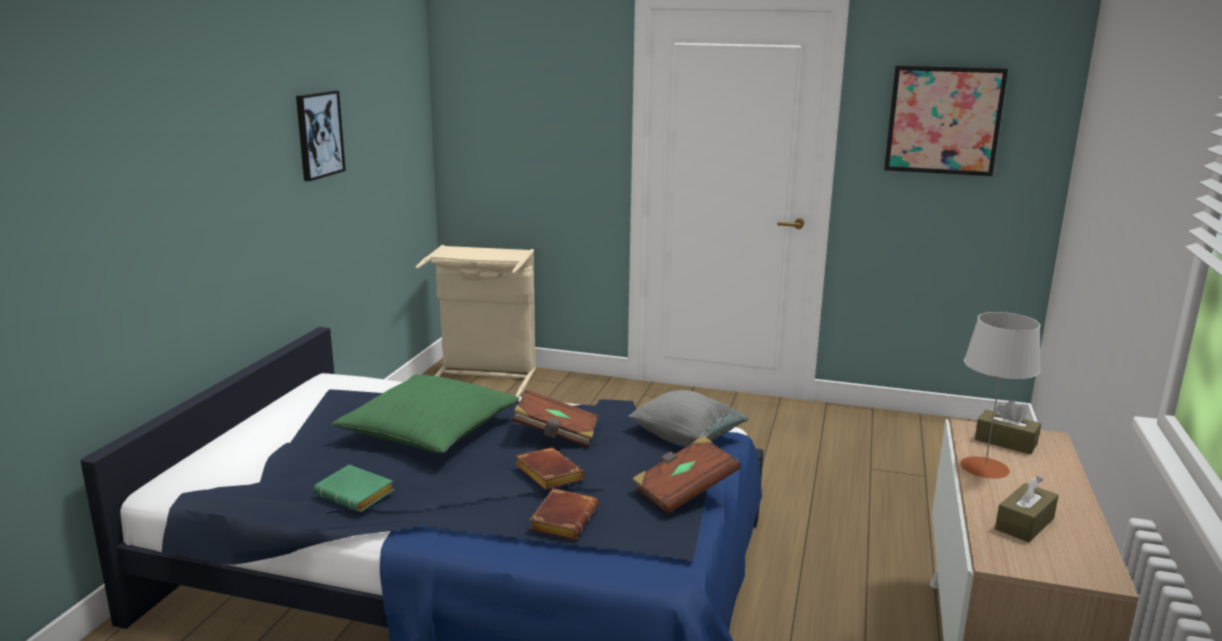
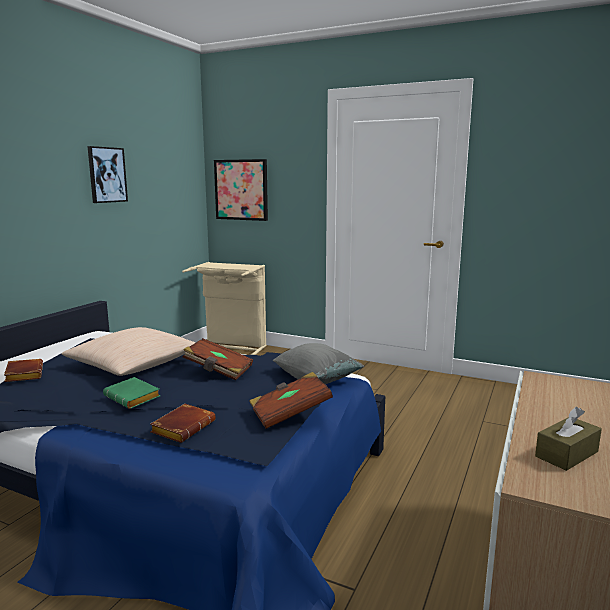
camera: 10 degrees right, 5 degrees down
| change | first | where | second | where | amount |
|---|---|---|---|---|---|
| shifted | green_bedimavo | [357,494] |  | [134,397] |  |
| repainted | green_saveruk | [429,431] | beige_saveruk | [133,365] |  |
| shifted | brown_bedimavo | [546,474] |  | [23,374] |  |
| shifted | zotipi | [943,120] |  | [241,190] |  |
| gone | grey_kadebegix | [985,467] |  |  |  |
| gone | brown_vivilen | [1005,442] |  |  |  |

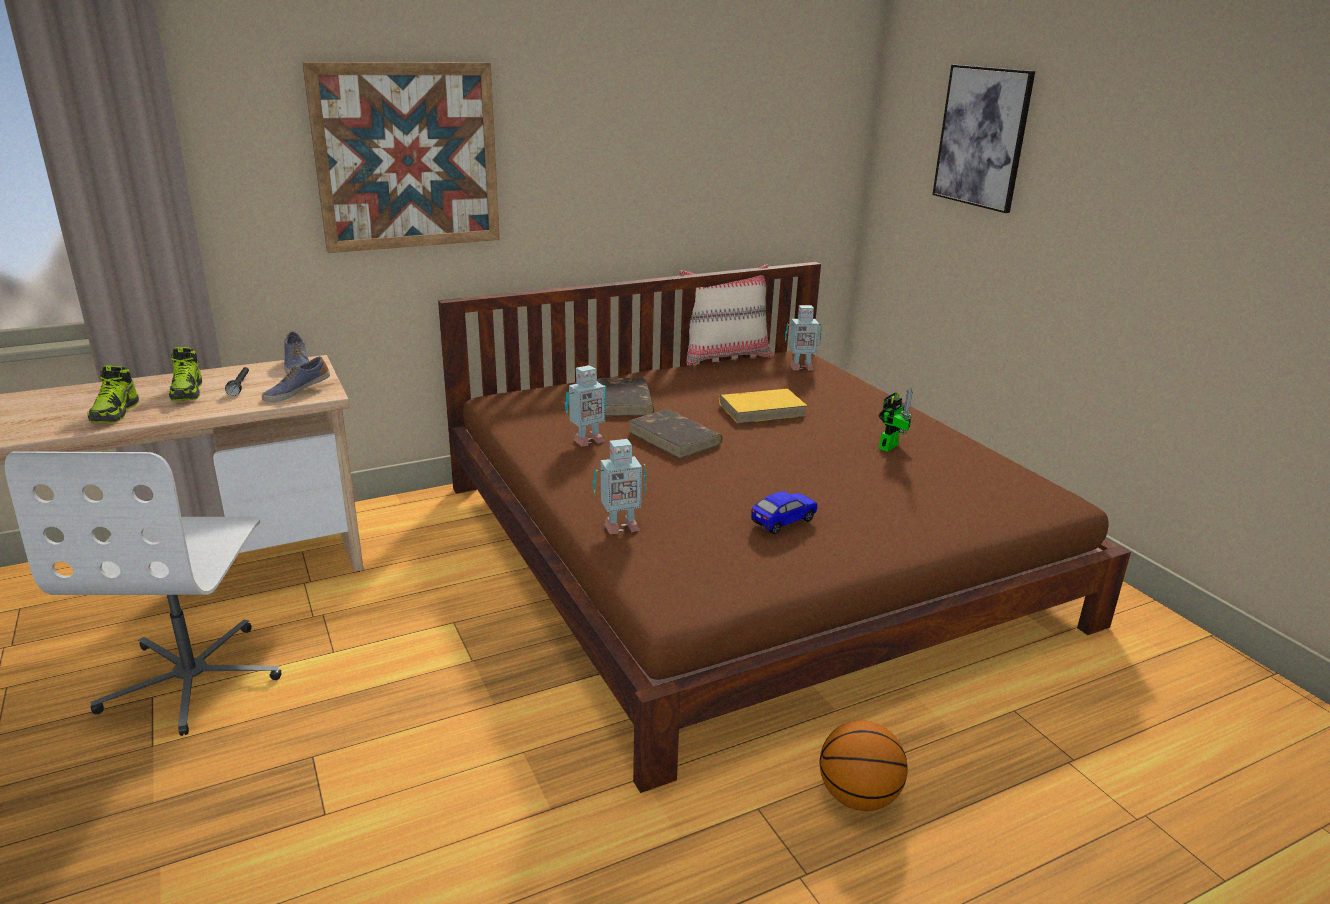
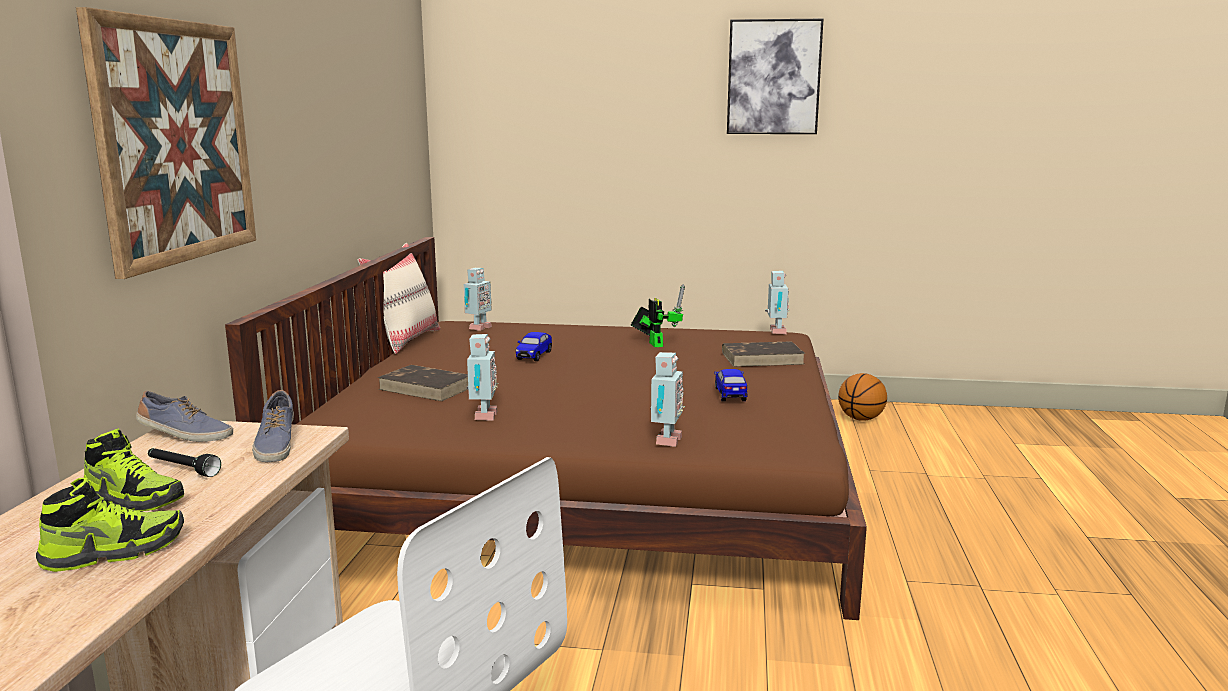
camera: 55 degrees left, 10 degrees down
| change | first | where | second | where | amount |
|---|---|---|---|---|---|
| rotated | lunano | [115,413] |  | [114,552] | 60 degrees counterclockwise |
| shifted | brown_bedimavo | [675,438] |  | [763,358] |  |
| swapped | yellow_bedimavo | [762,410] | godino | [534,356] |  |
| shifted | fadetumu | [858,797] |  | [861,419] |  |
| shifted | zotipi | [982,137] |  | [773,77] |  |
| new |  |  | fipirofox | [776,332] |  |

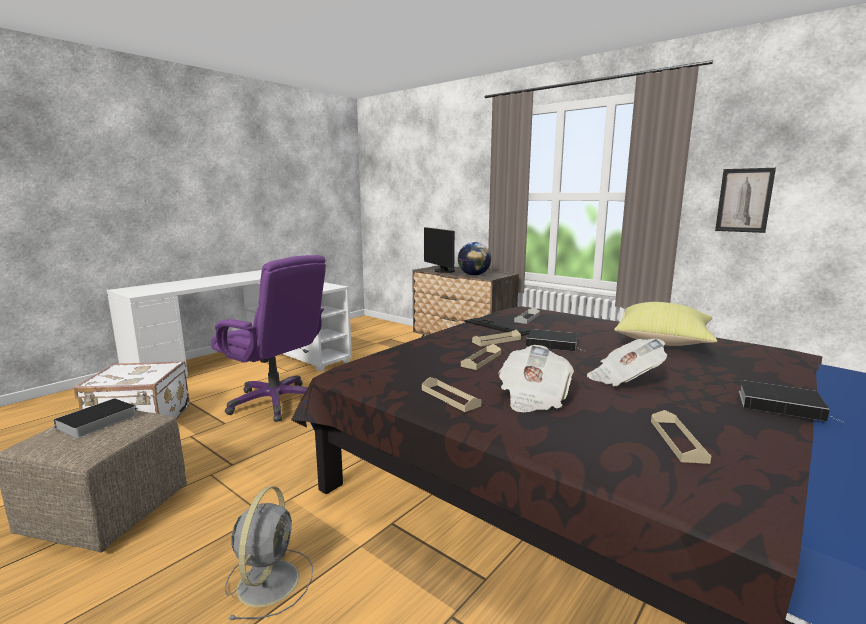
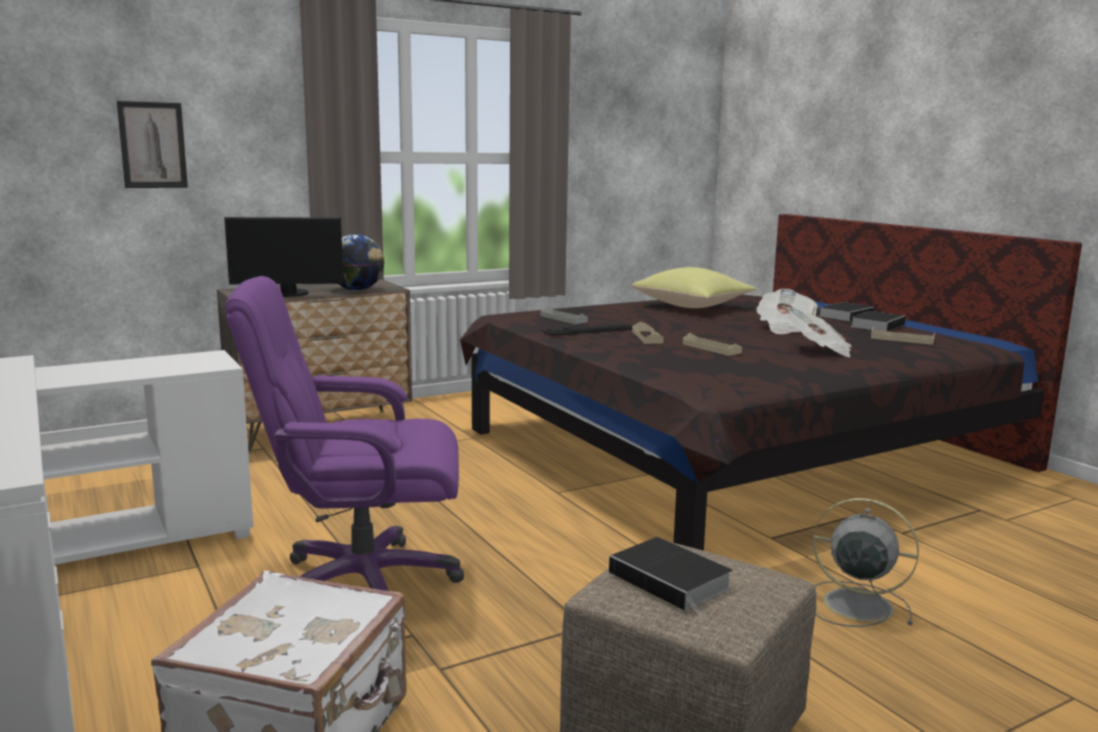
camera: 70 degrees left, 0 degrees up
| change | first | where | second | where | amount |
|---|---|---|---|---|---|
| rotated | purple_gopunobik | [276,402] |  | [362,583] | 150 degrees counterclockwise |
| gone | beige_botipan | [450,397] |  |  |  |
| shifted | bedimavo | [553,344] |  | [877,325] |  |
| shifted | zotipi | [744,200] |  | [152,145] |  |

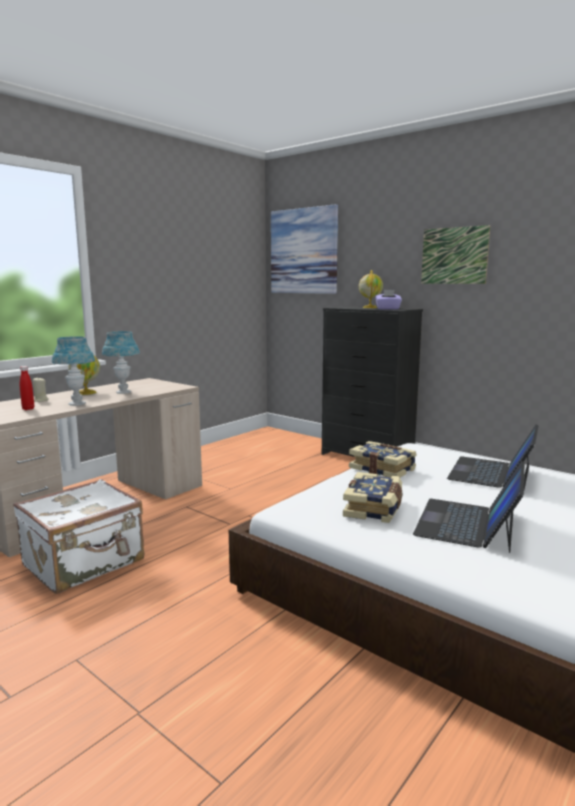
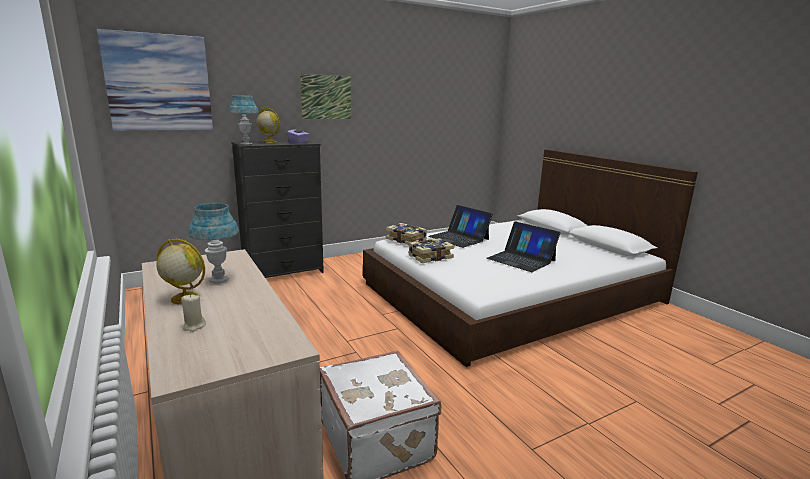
camera: 70 degrees left, 5 degrees up
| change | first | where | second | where | amount |
|---|---|---|---|---|---|
| gone | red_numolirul | [28,409] |  |  |  |
| shifted | blue_kadebegix | [77,404] |  | [246,144] |  |
| shifted | bedimavo | [374,508] |  | [406,240] |  |

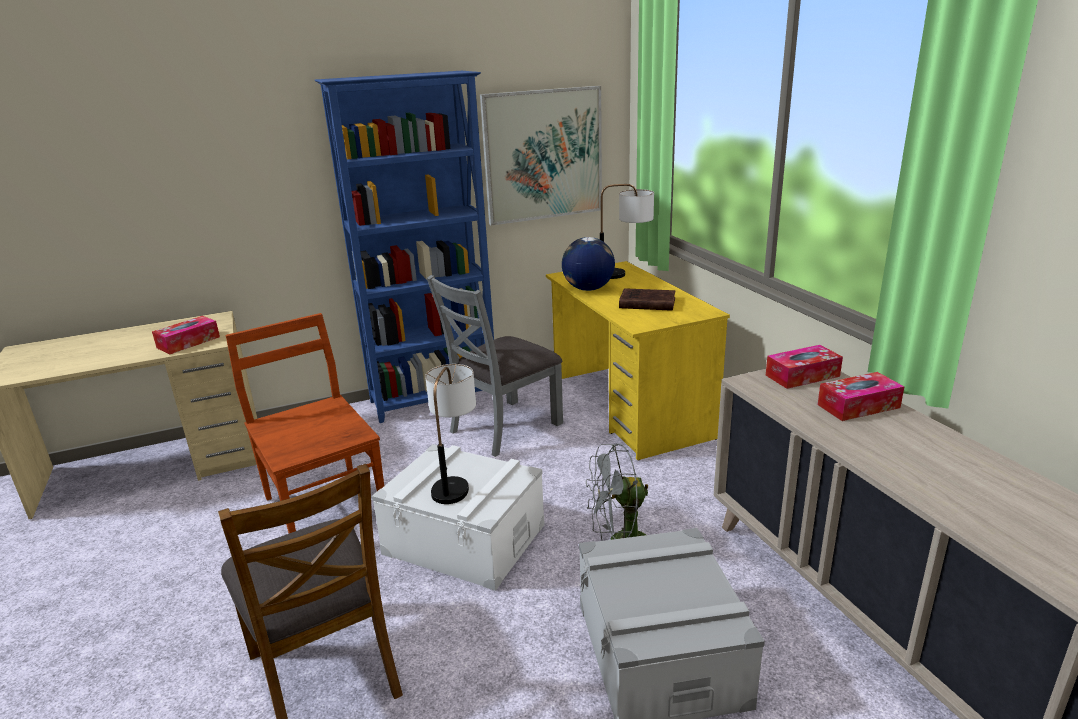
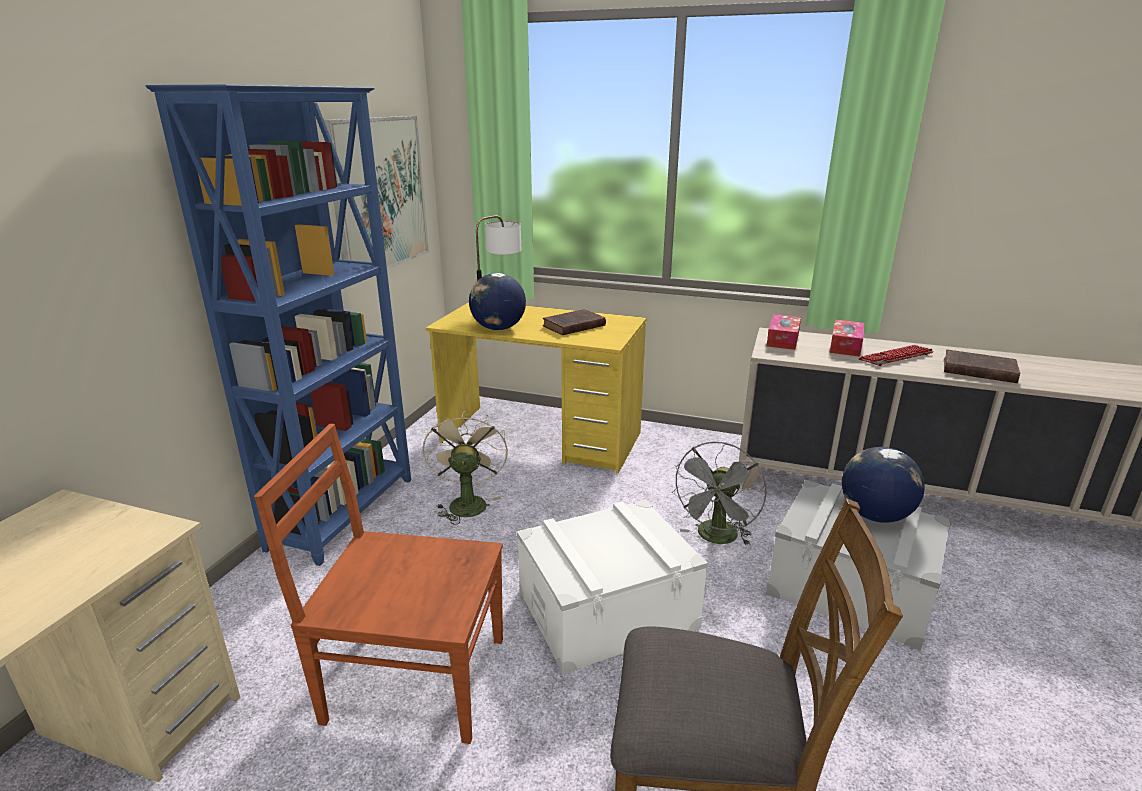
camera: 50 degrees left, 0 degrees up
| change | first | where | second | where | amount |
|---|---|---|---|---|---|
| gone | vivilen | [188,342] |  |  |  |
| gone | kadebegix | [455,480] |  |  |  |
| swapped | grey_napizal | [504,427] | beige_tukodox | [467,502] |  |
| new |  |  | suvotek | [874,515] |  |
| new |  |  | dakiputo | [895,357] |  |
| new |  |  | brown_bedimavo | [976,370] |  |

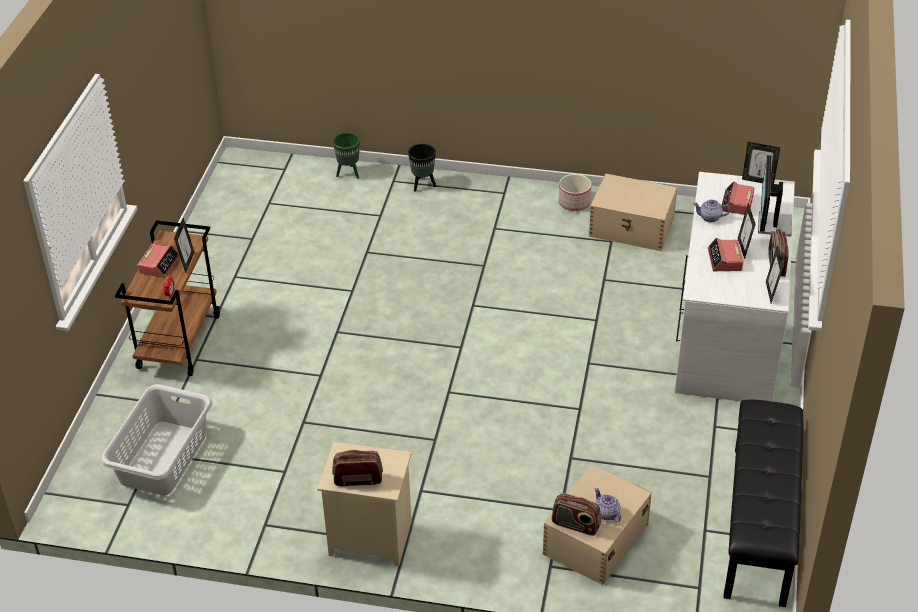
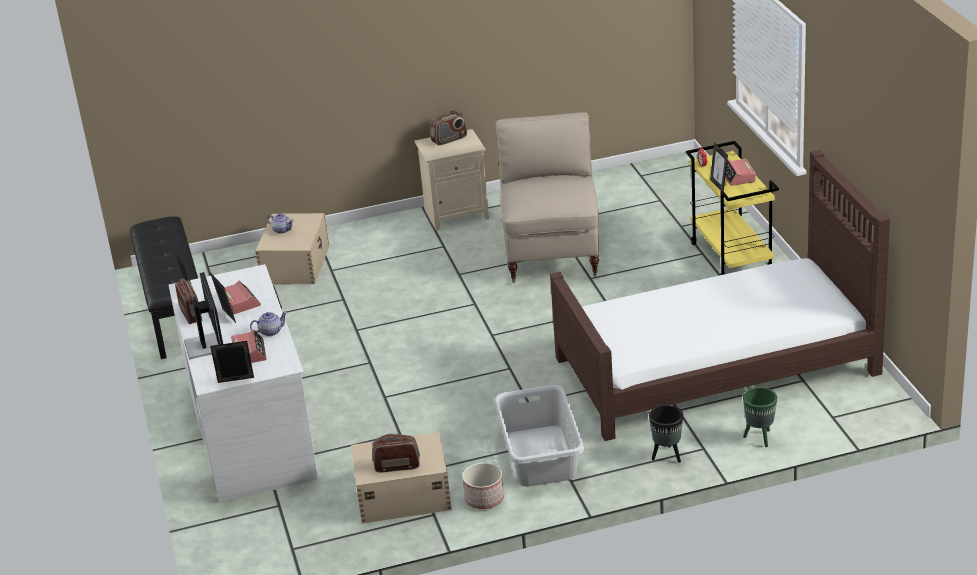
camera: 155 degrees right, 10 degrees down
| change | first | where | second | where | amount |
|---|---|---|---|---|---|
| shifted | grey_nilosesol | [162,458] |  | [541,455] |  |
| repainted | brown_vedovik | [178,341] | yellow_vedovik | [732,258] |  |
| shifted | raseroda | [575,525] |  | [397,466] |  |
| new |  |  | beige_napizal | [552,254] |  |
| new |  |  | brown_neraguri | [717,365] |  |

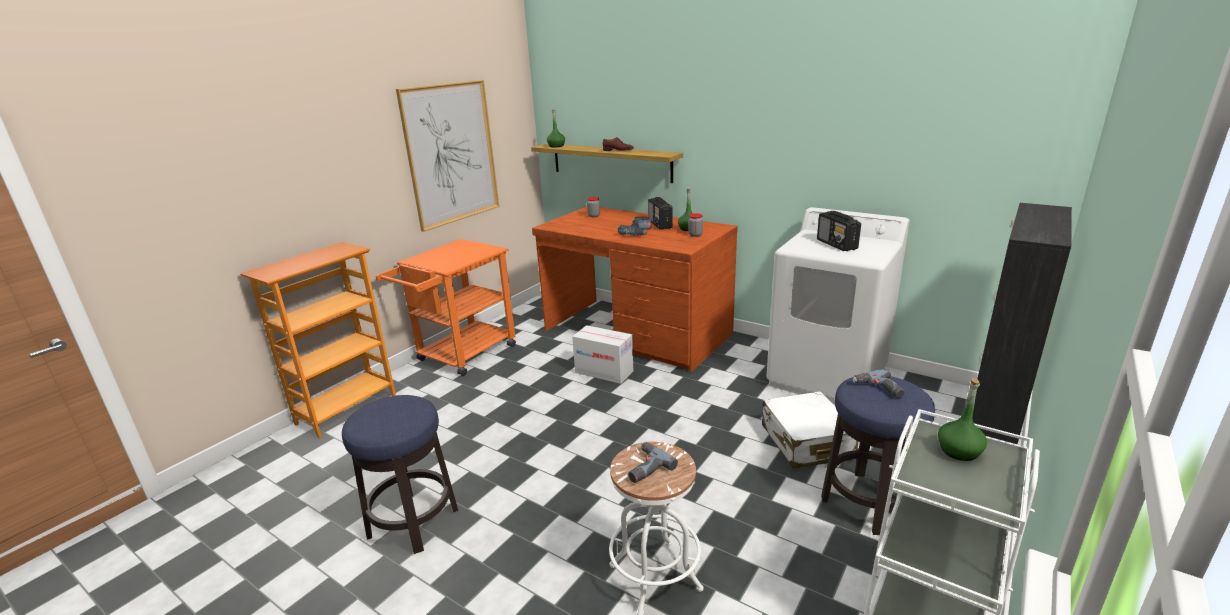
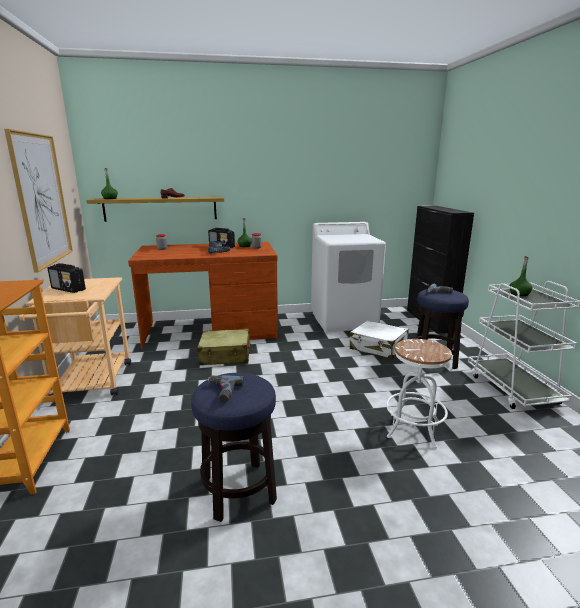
camera: 45 degrees left, 5 degrees down
| change | first | where | second | where | amount |
|---|---|---|---|---|---|
| repainted | orange_vedovik | [461,356] | beige_vedovik | [91,384] |  |
| swapped | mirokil | [604,372] | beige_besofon | [225,355] |  |
| shifted | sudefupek | [644,467] |  | [222,392] |  |
| shifted | raseroda | [837,244] |  | [68,289] |  |

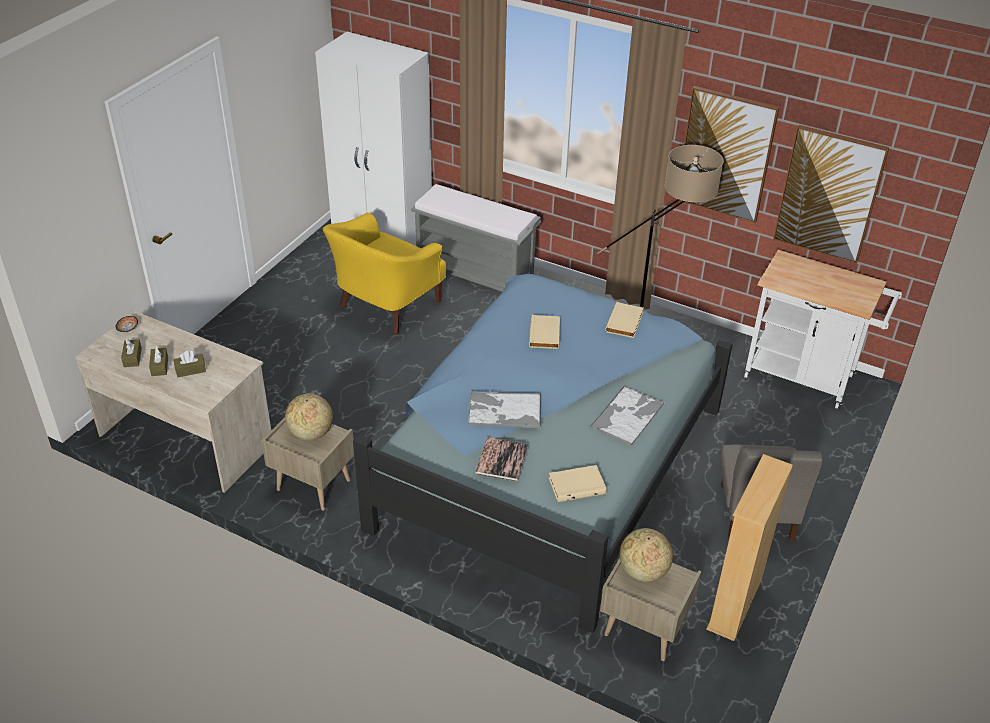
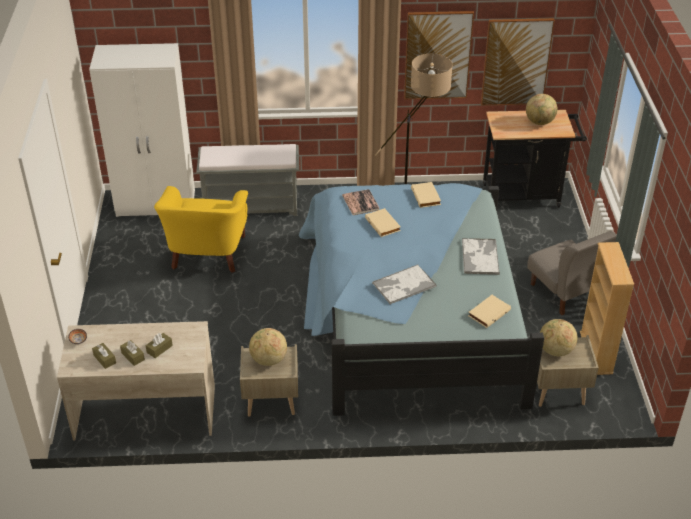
camera: 30 degrees left, 0 degrees up
| change | first | where | second | where | amount |
|---|---|---|---|---|---|
| shifted | bedimavo | [501,460] |  | [360,203] |  |
| repainted | white_vedovik | [806,378] | black_vedovik | [526,195] |  |
| new |  |  | suvotek | [539,122] |  |

